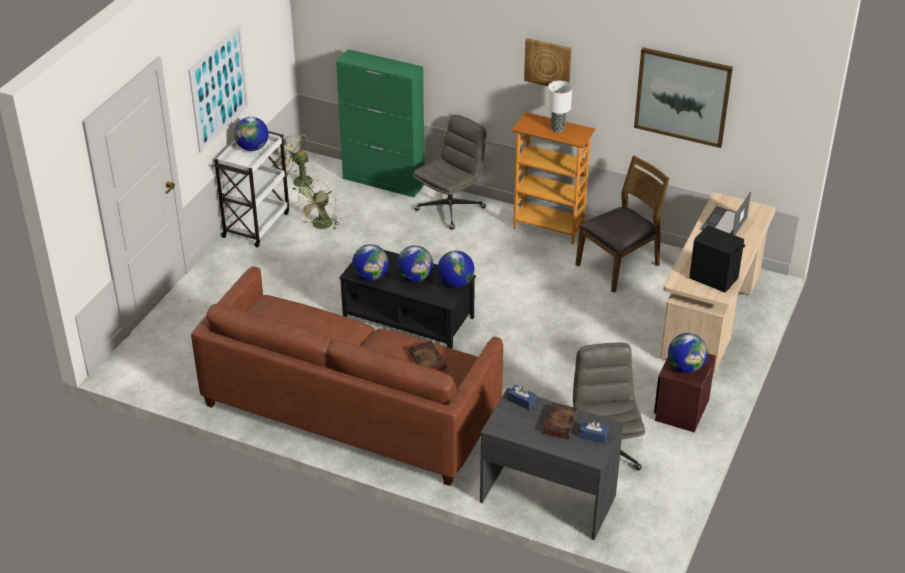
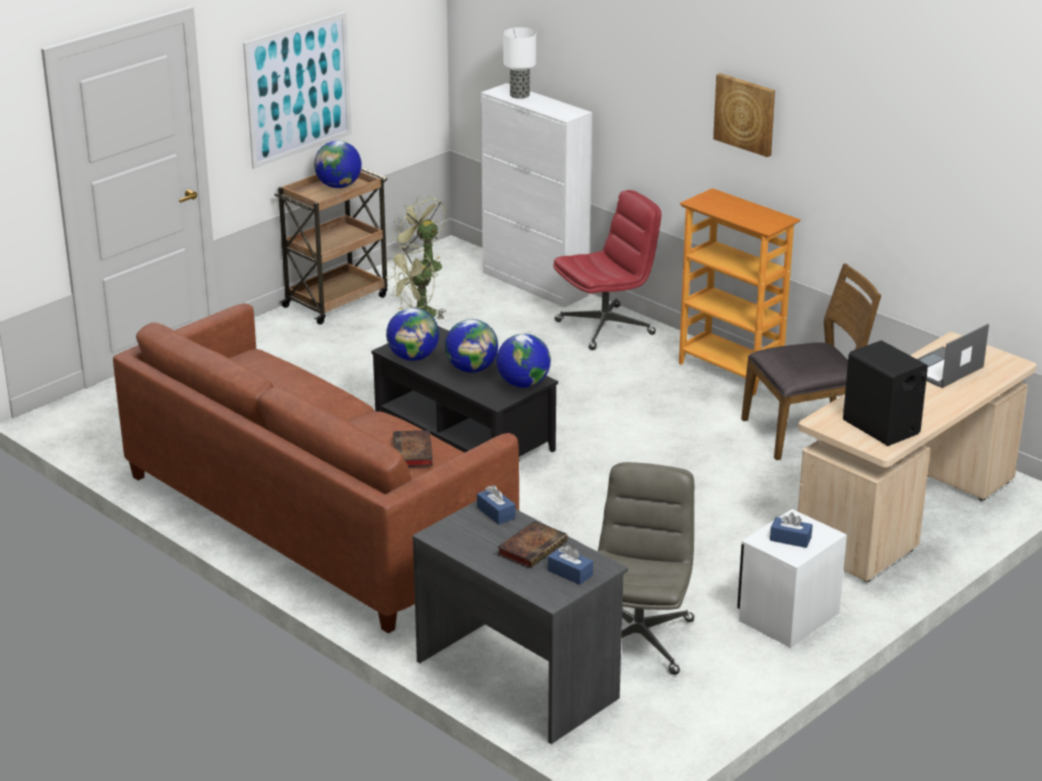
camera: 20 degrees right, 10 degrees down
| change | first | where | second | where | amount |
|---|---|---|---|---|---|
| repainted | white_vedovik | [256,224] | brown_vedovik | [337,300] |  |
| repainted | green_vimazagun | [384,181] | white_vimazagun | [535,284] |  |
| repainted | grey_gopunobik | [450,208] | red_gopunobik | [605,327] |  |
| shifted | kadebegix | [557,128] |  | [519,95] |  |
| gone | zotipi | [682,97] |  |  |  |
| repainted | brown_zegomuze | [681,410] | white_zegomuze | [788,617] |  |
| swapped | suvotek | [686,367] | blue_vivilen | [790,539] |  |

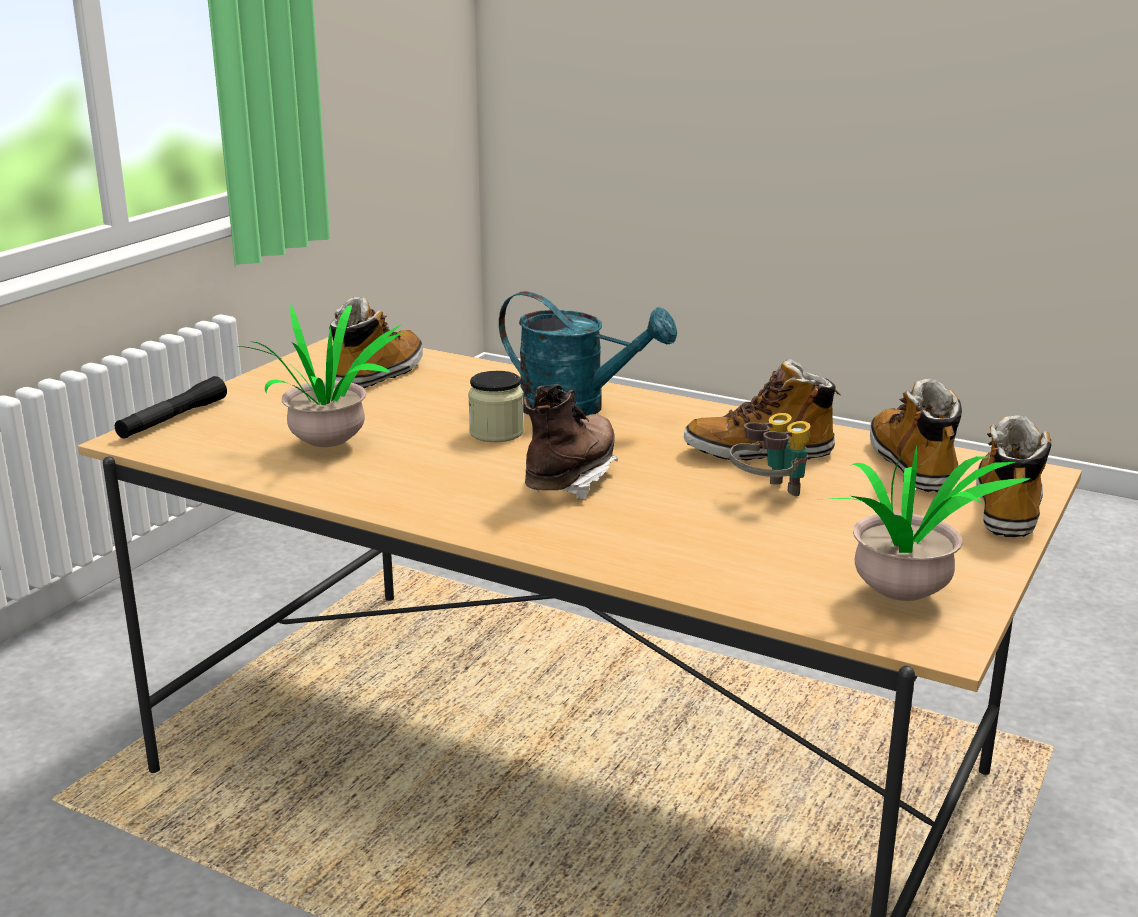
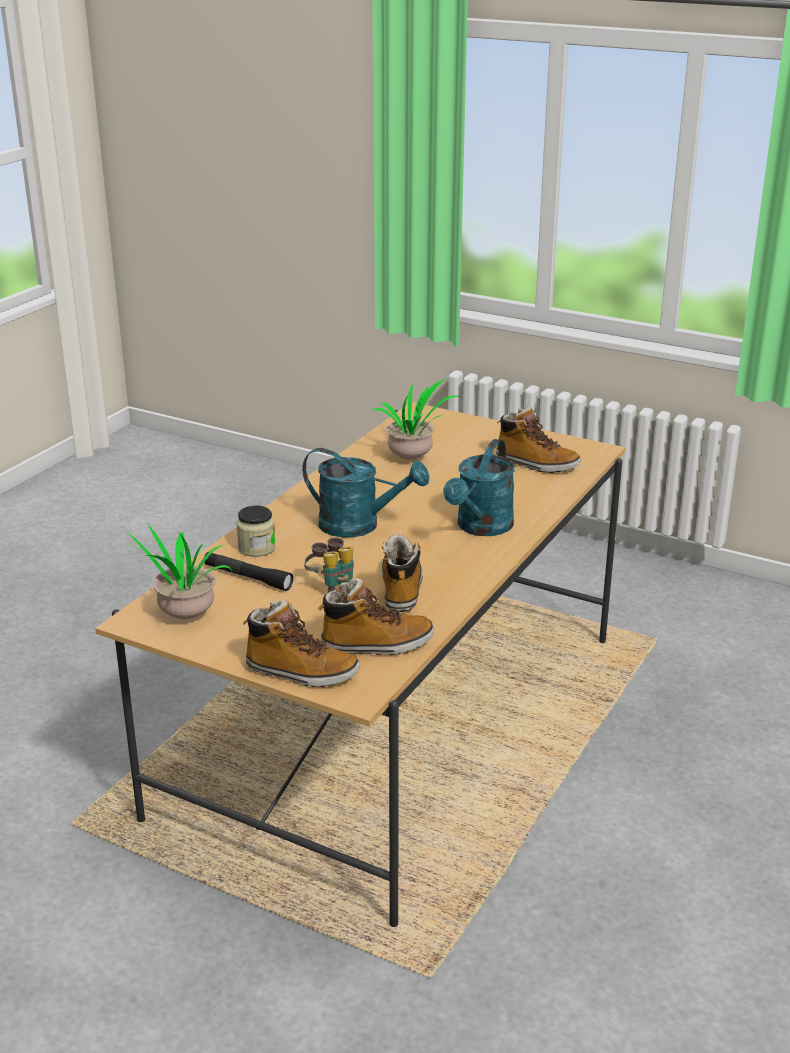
camera: 90 degrees right, 5 degrees up
| change | first | where | second | where | amount |
|---|---|---|---|---|---|
| shifted | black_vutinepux | [173,419] |  | [247,577] |  |
| shifted | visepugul | [496,432] |  | [256,548] |  |
| swapped | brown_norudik | [571,479] | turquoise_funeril | [359,525] |  |

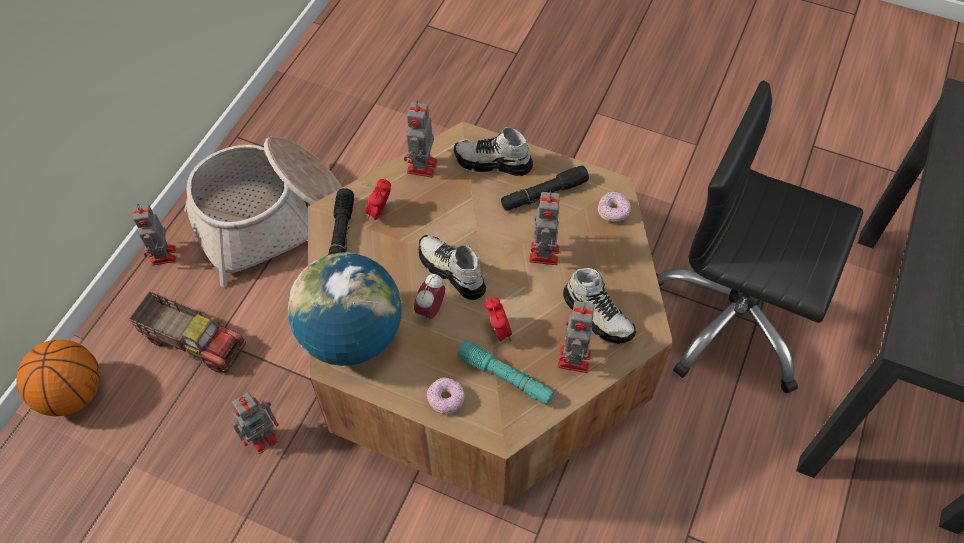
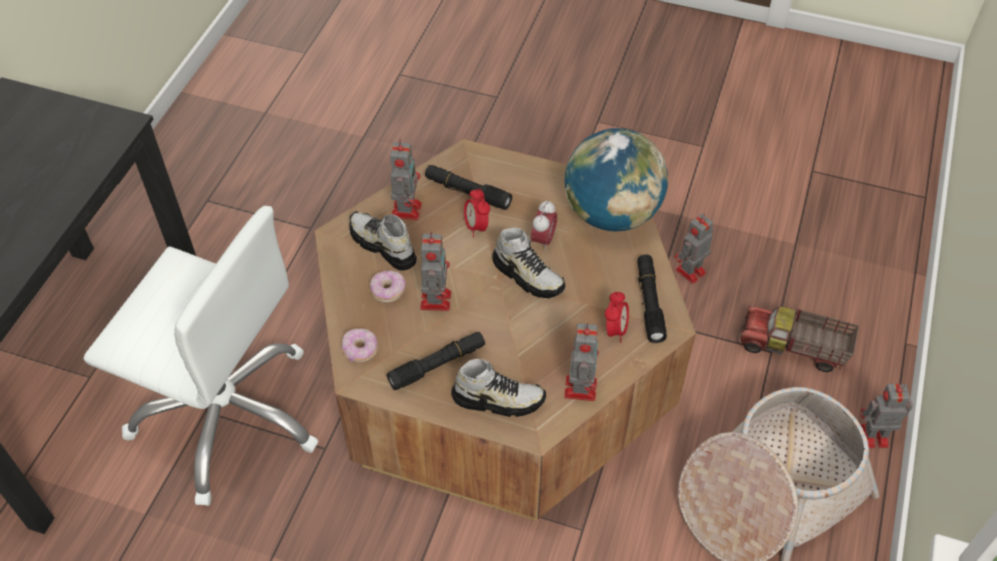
camera: 175 degrees right, 5 degrees down
| change | first | where | second | where | amount |
|---|---|---|---|---|---|
| gone | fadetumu | [73,394] |  |  |  |
| rotated | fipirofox | [163,256] |  | [872,436] | 75 degrees counterclockwise |
| shifted | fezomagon | [446,399] |  | [388,291] |  |
| repainted | turquoise_vutinepux | [505,377] | black_vutinepux | [467,192] |  |
| repainted | black_gopunobik | [733,318] | white_gopunobik | [228,414] |  |

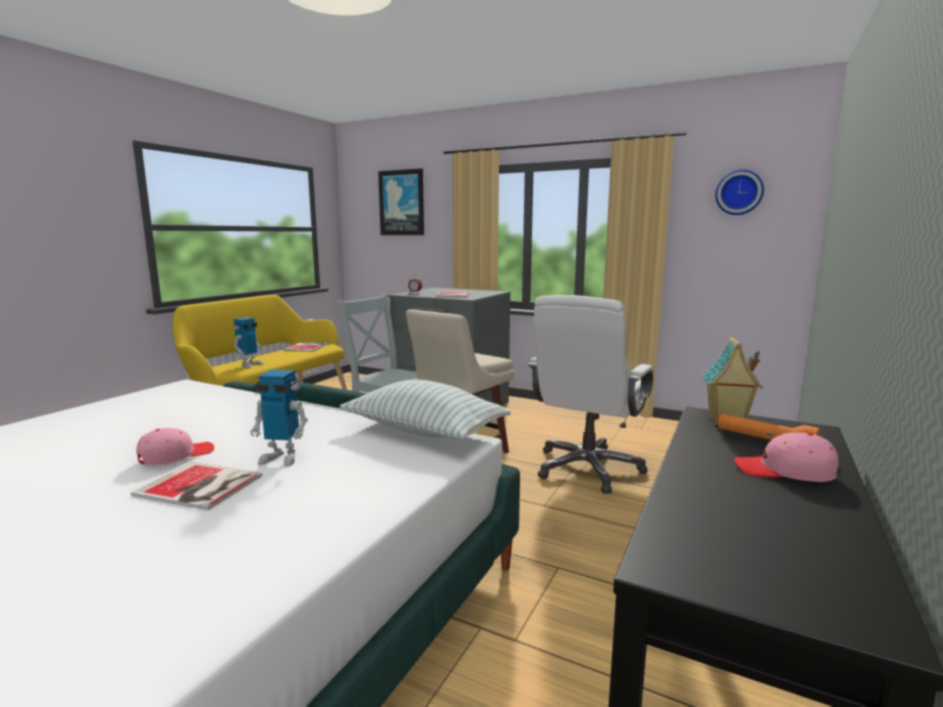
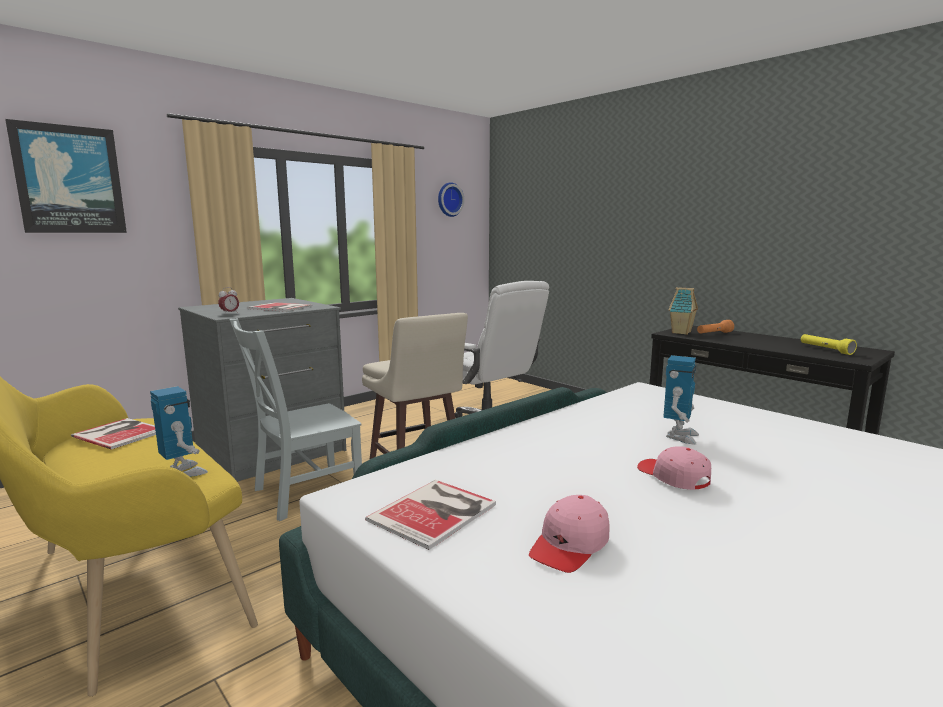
camera: 70 degrees left, 0 degrees up
| change | first | where | second | where | amount |
|---|---|---|---|---|---|
| shifted | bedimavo | [199,487] |  | [436,512] |  |
| gone | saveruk | [424,431] |  |  |  |
| shifted | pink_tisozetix | [784,471] |  | [570,545] |  |
| new |  |  | yellow_vutinepux | [825,350] |  |

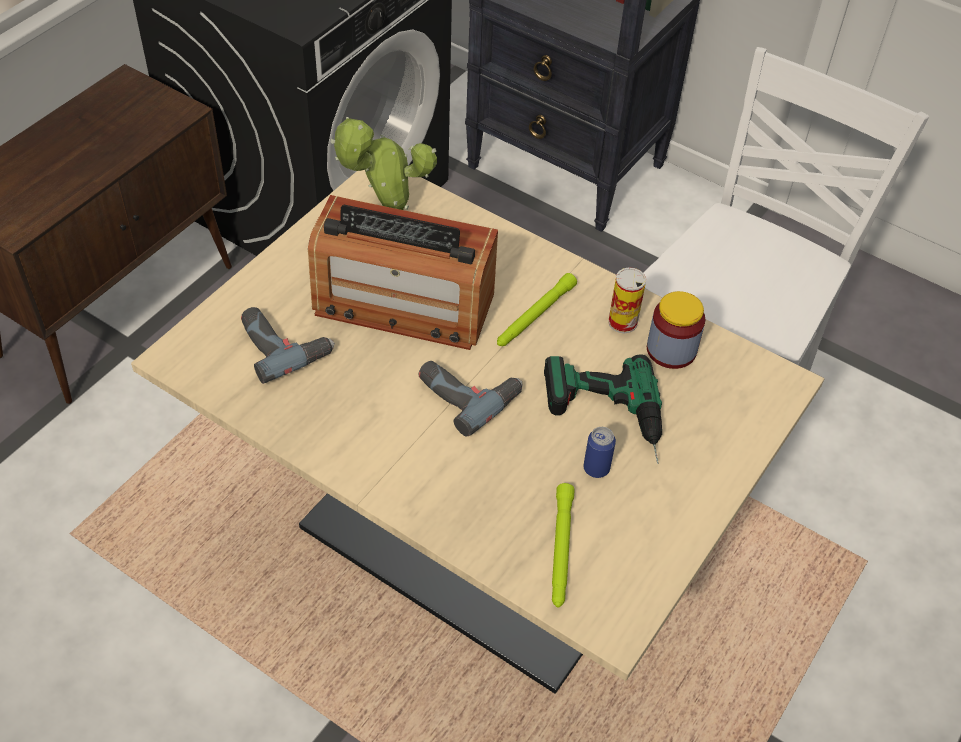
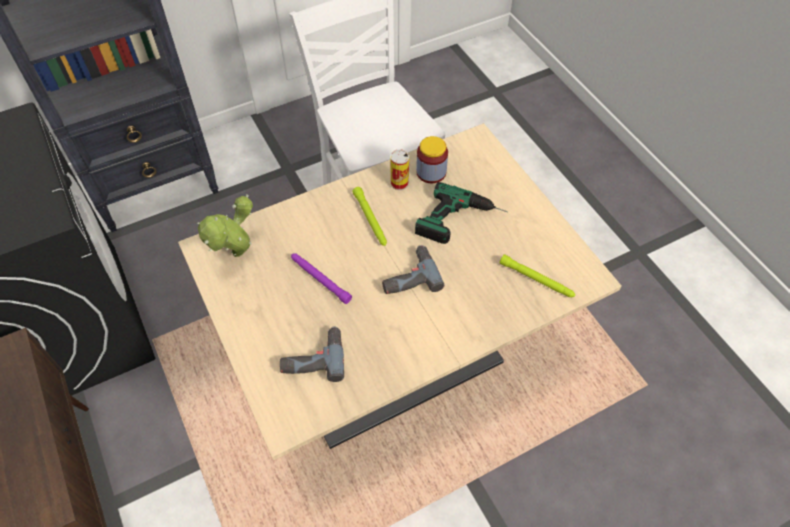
camera: 60 degrees left, 5 degrees up
| change | first | where | second | where | amount |
|---|---|---|---|---|---|
| swapped | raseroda | [403,304] | purple_vutinepux | [320,279] |  |
| gone | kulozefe | [596,468] |  |  |  |

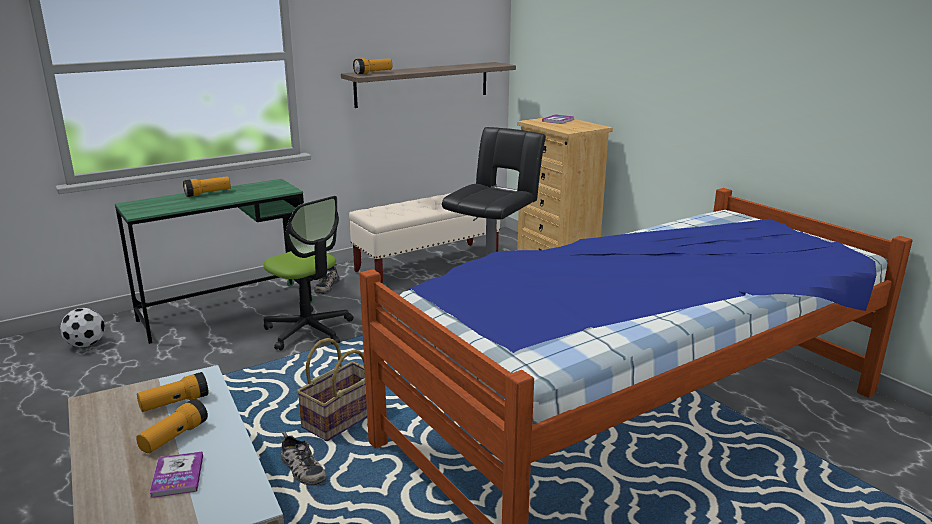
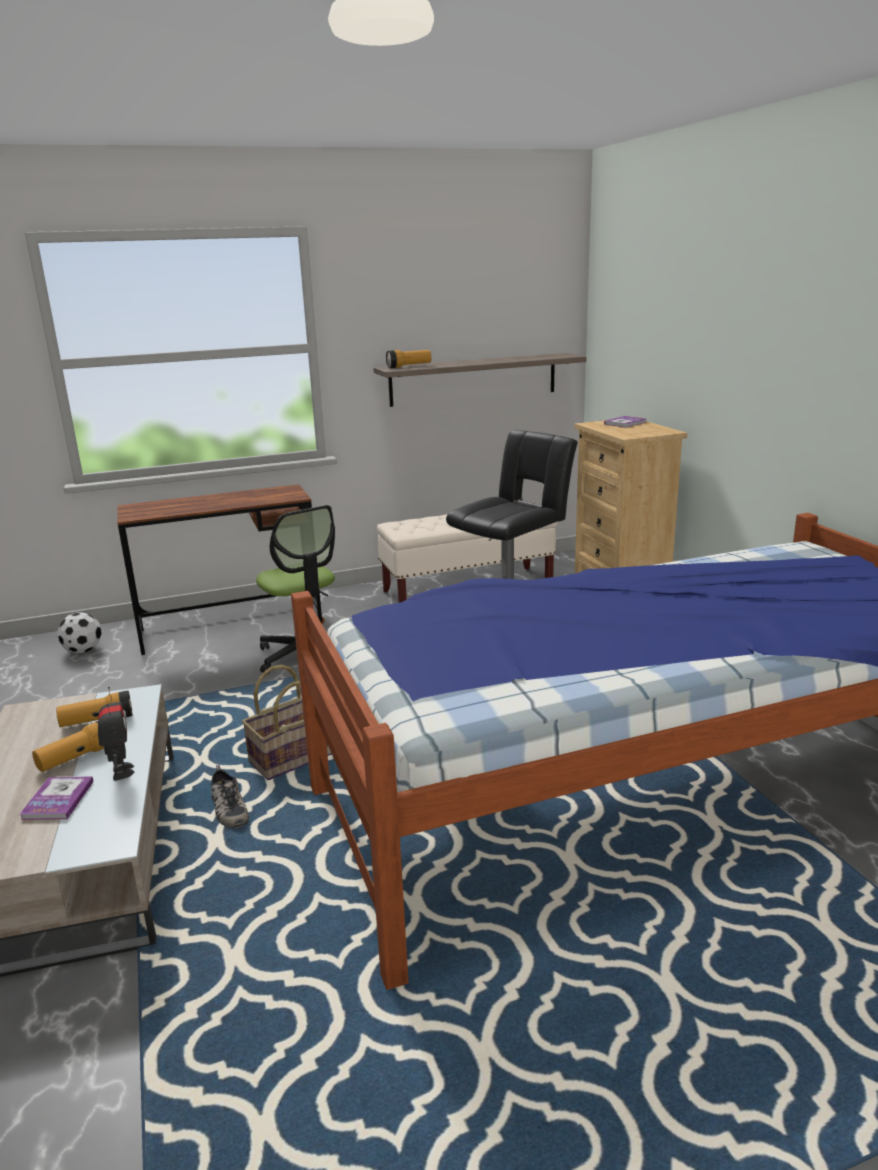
camera: 15 degrees right, 0 degrees up
| change | first | where | second | where | amount |
|---|---|---|---|---|---|
| repainted | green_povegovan | [226,311] | brown_povegovan | [231,627] |  |
| gone | vutinepux | [208,193] |  |  |  |
| gone | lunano | [326,286] |  |  |  |
| new |  |  | fipirofox | [121,771] |  |

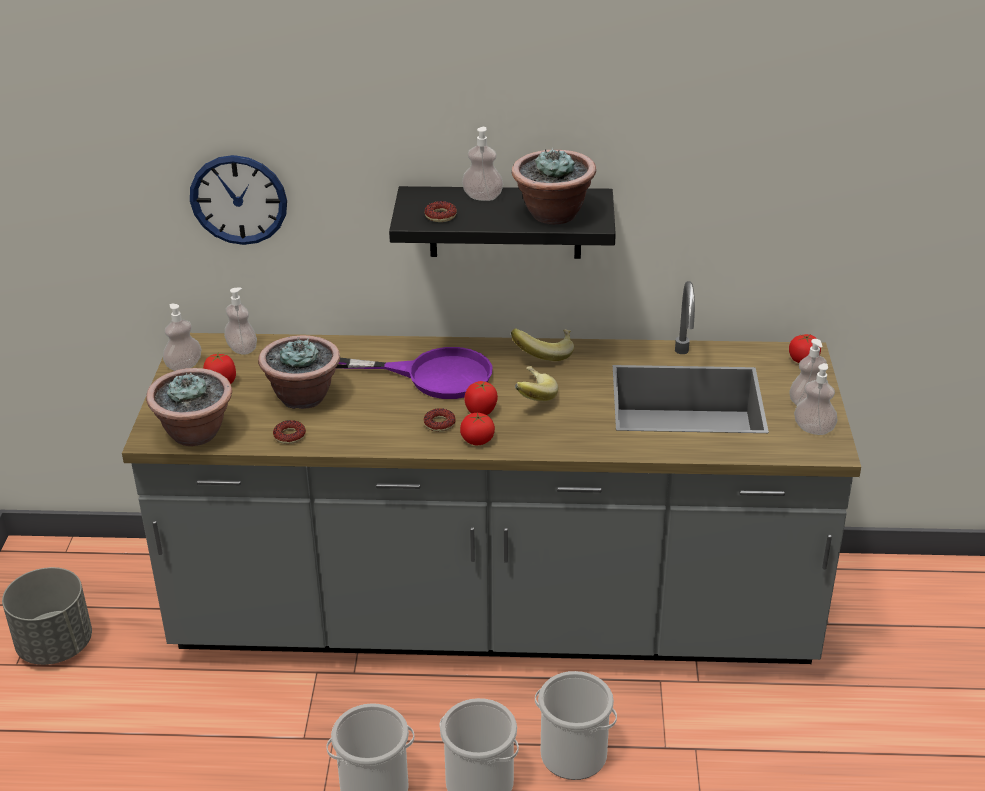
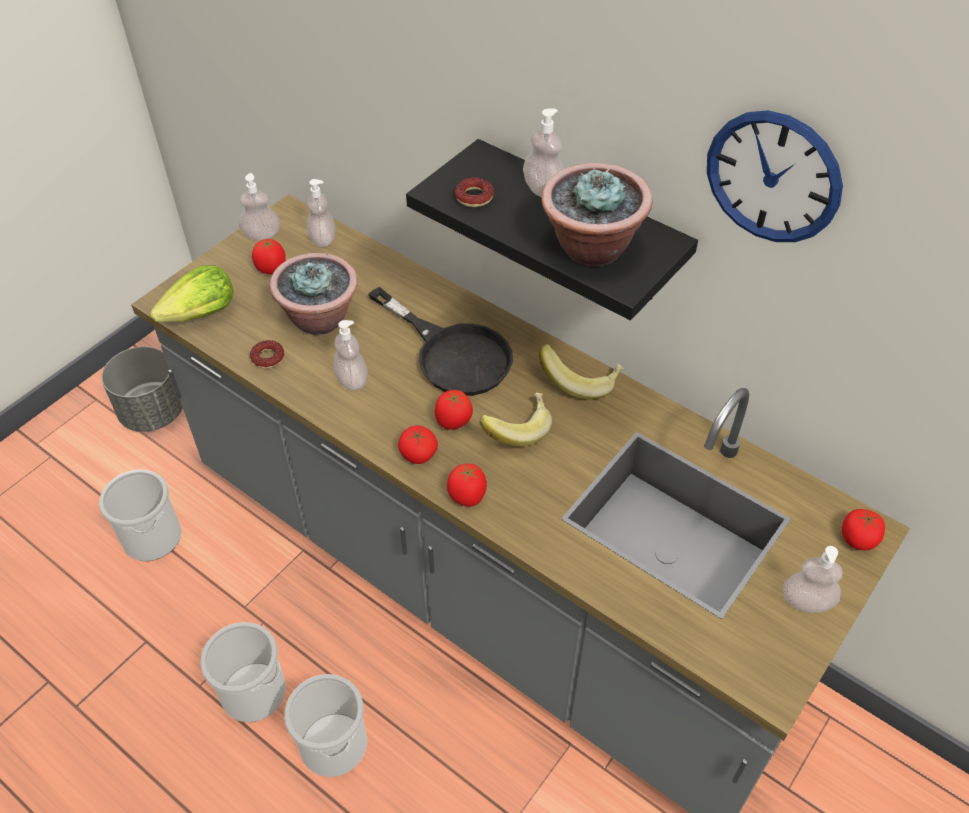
camera: 35 degrees right, 15 degrees up
| change | first | where | second | where | amount |
|---|---|---|---|---|---|
| swapped | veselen | [196,433] | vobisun | [201,314] |  |
| shifted | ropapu | [238,199] |  | [773,177] |  |
| repainted | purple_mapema | [433,375] | black_mapema | [452,353] |  |
| gone | fezomagon | [439,424] |  |  |  |
| shifted | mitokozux | [574,755] |  | [153,537] |  |
| shifted | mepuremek | [813,429] |  | [352,380] |  |
| new |  |  | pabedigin | [467,496] |  |

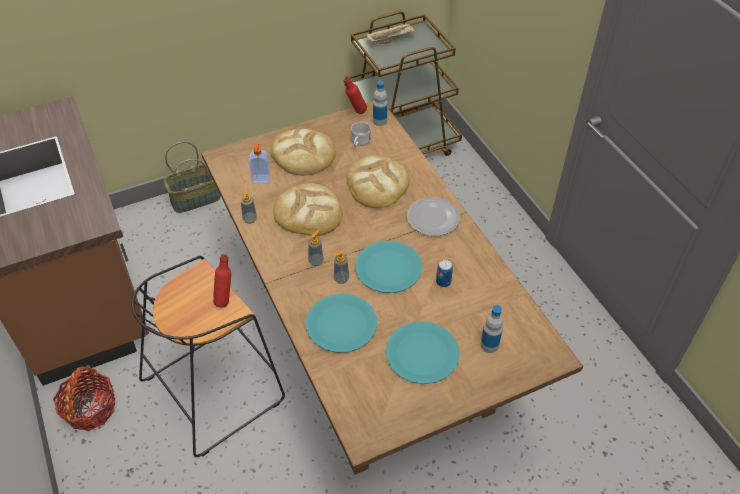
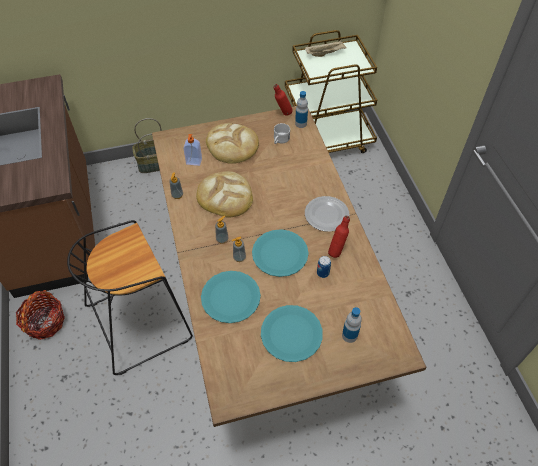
camera: 10 degrees right, 5 degrees up
| change | first | where | second | where | amount |
|---|---|---|---|---|---|
| shifted | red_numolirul | [225,299] |  | [337,251] |  |
| gone | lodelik | [377,184] |  |  |  |

